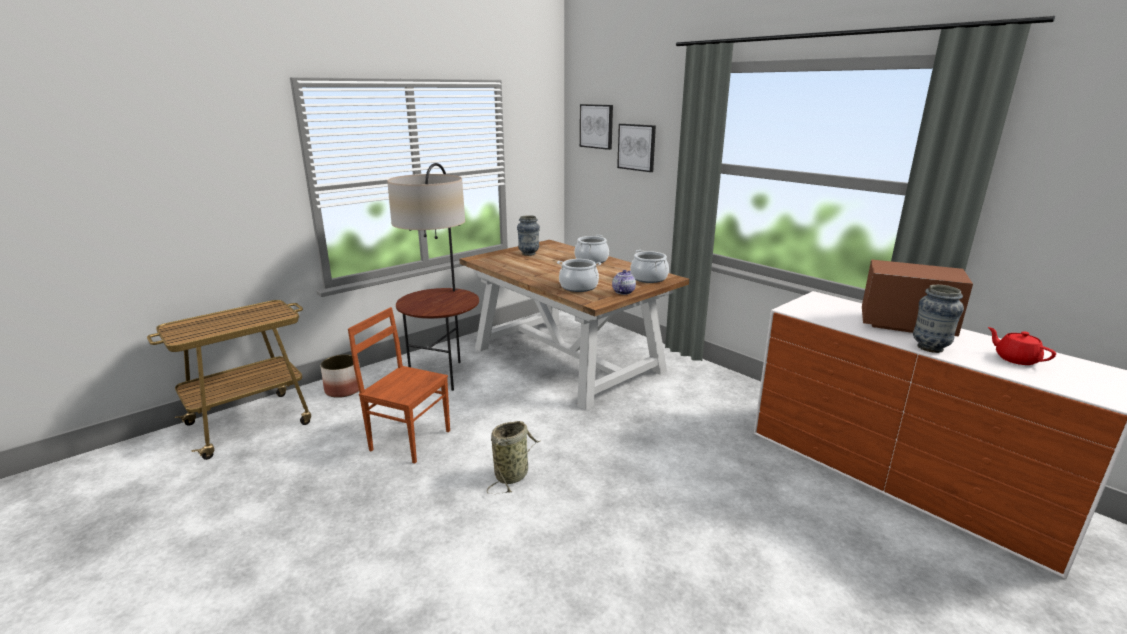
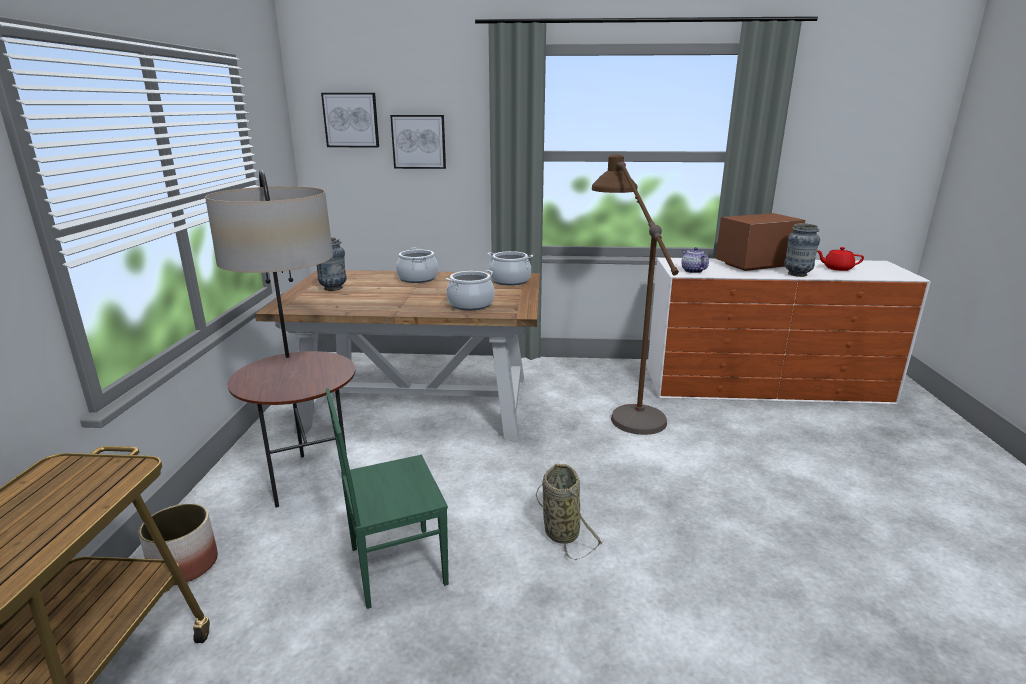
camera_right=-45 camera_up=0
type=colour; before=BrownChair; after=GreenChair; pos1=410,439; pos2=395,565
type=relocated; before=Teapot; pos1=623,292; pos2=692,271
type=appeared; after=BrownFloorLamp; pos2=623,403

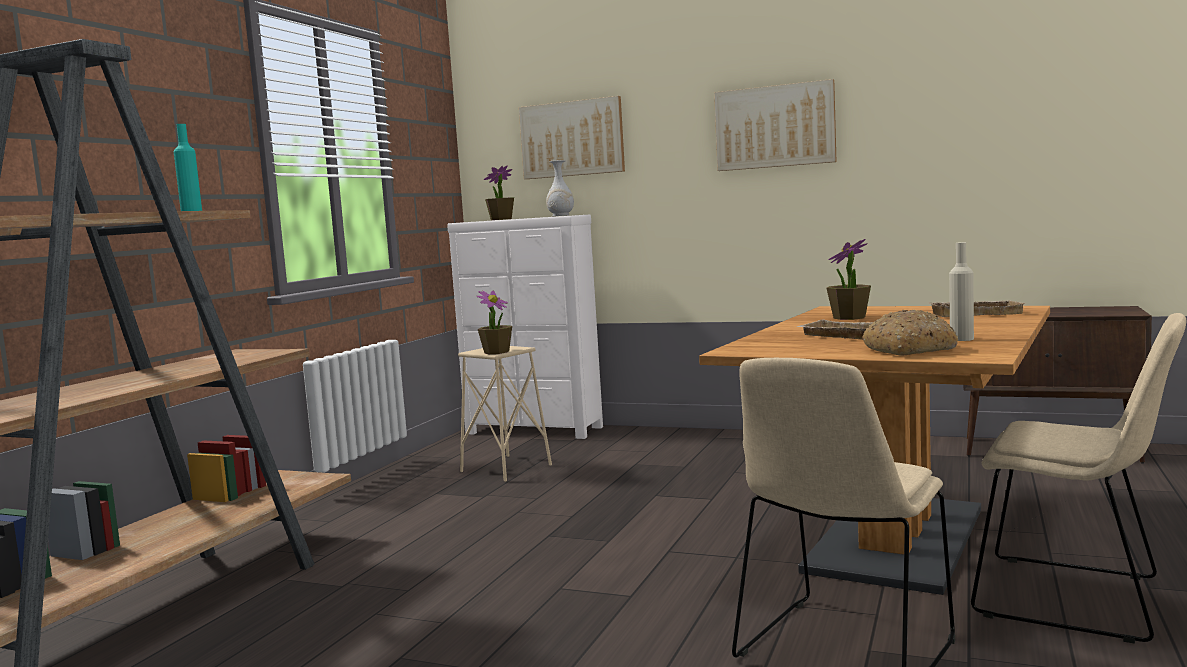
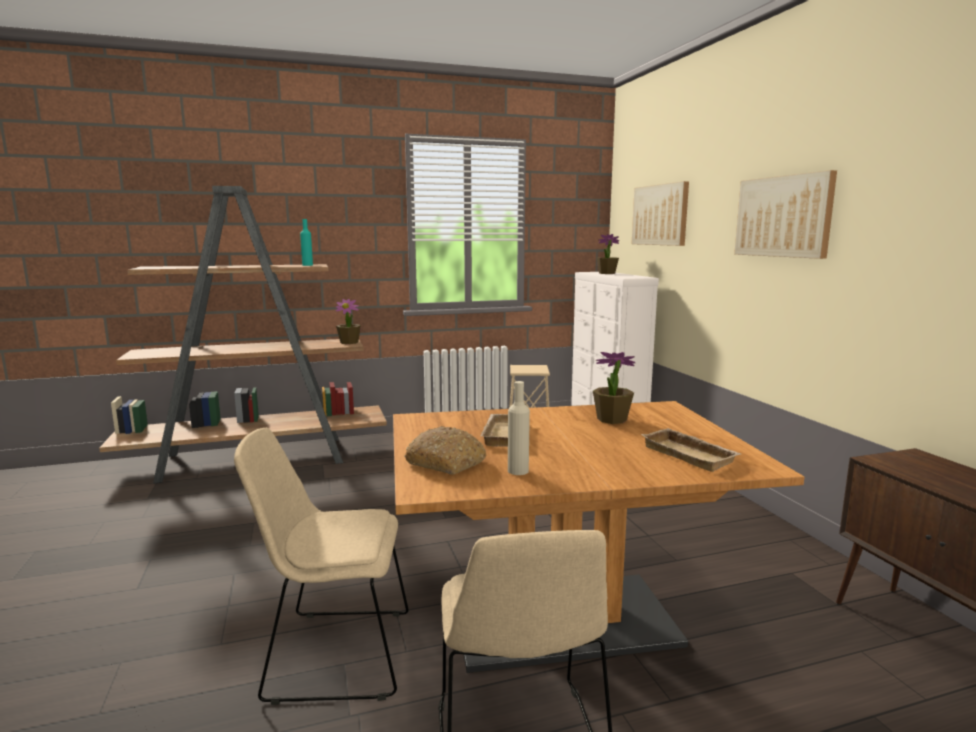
camera_right=50 camera_up=5
type=relocated; before=PottedPlant; pos1=496,352; pos2=349,342
type=missing; before=WhiteVase; pos1=561,215

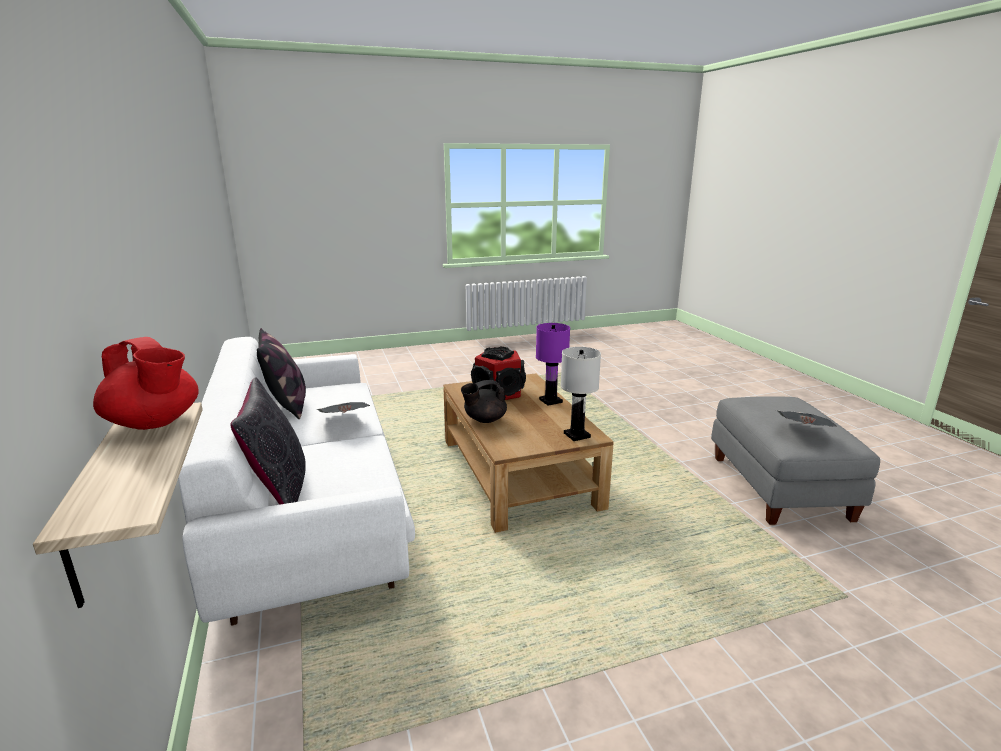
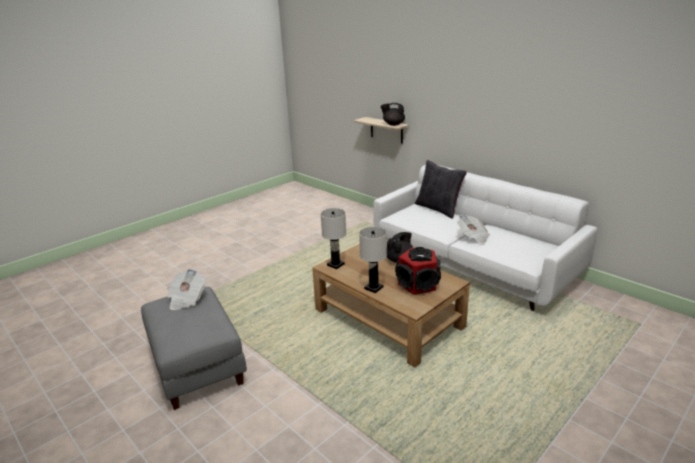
camera_right=155 camera_up=5
type=colour; before=RedTeapot; after=BlackTeapot; pos1=155,423; pos2=393,124
type=missing; before=Pillow; pos1=287,405
type=colour; before=PurpleTableLamp; after=WhiteTableLamp; pos1=550,400; pos2=373,288

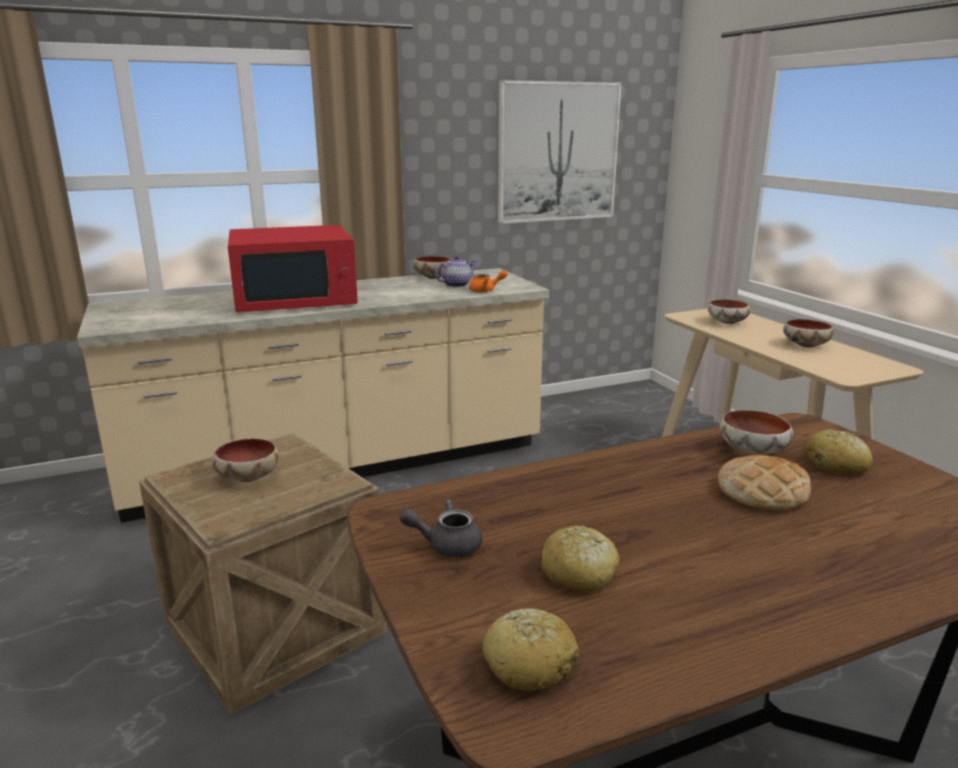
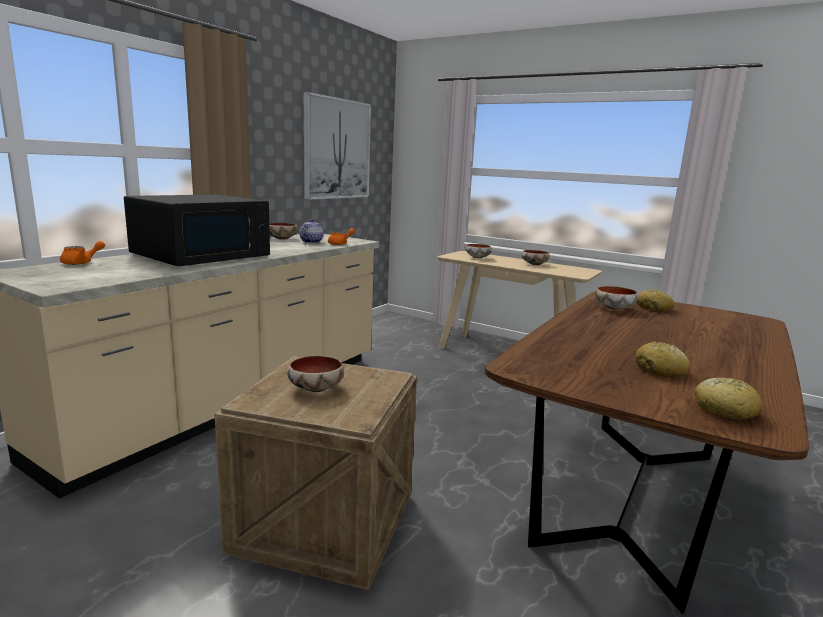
camera_right=-35 camera_up=-5
type=colour; before=RedMicrowave; after=BlackMicrowave; pos1=296,298; pos2=202,256
type=missing; before=GreyTeapot; pos1=446,545
type=missing; before=Bread; pos1=762,491
type=appeared; after=OrangeTeapot; pos2=81,263

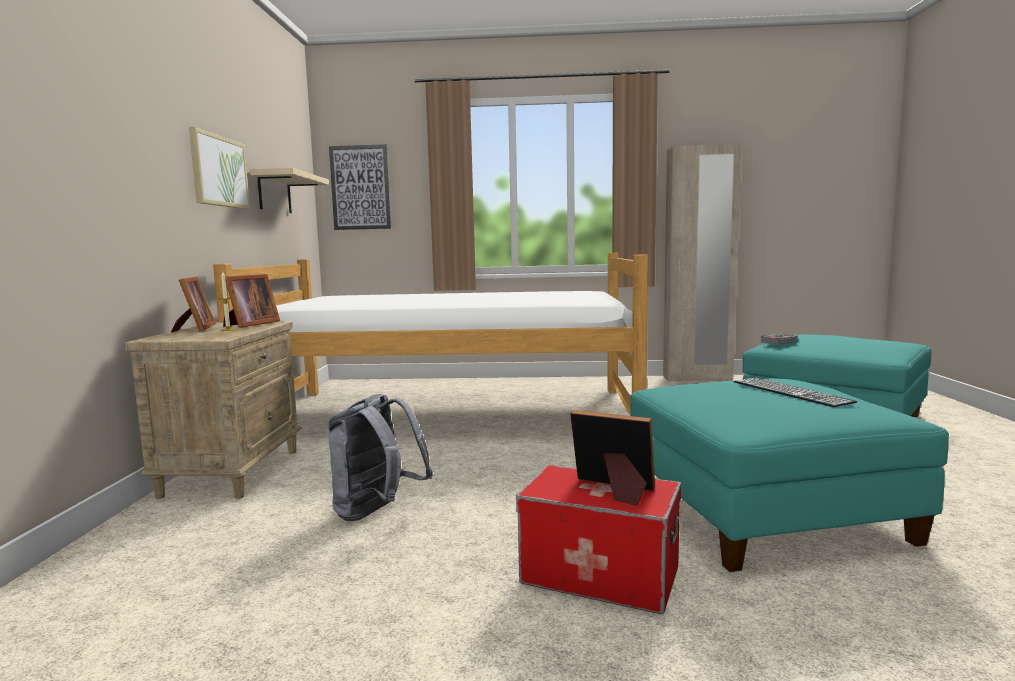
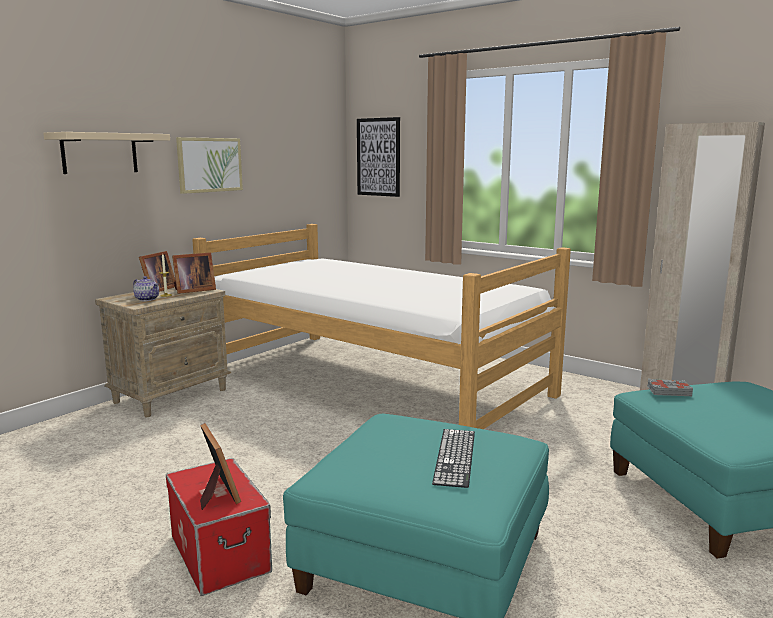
camera_right=35 camera_up=5
type=relocated; before=BeigeShelf; pos1=274,193; pos2=99,153
type=missing; before=GreyBackpack; pos1=377,512
type=appeared; after=Teapot; pos2=147,299

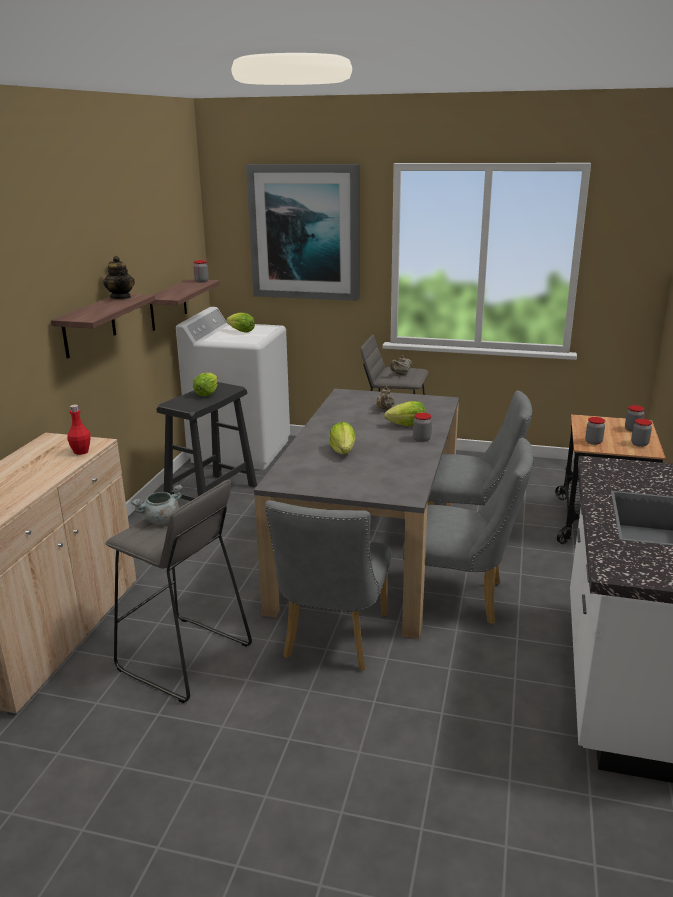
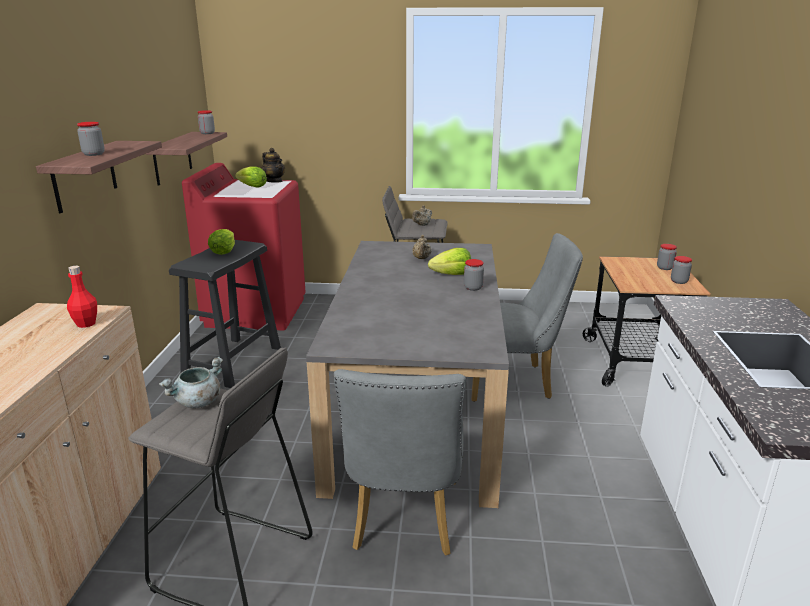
camera_right=-10 camera_up=0
type=relocated; before=Teapot; pos1=121,297; pos2=274,181
type=colour; before=WhiteWashingMachine; after=RedWashingMachine; pos1=241,450; pos2=256,311
type=missing; before=Picture; pos1=305,232
type=missing; before=Lettuce; pos1=343,452
type=missing; before=GreyChair; pos1=461,598
type=relocated; before=Jar; pos1=593,442; pos2=94,154

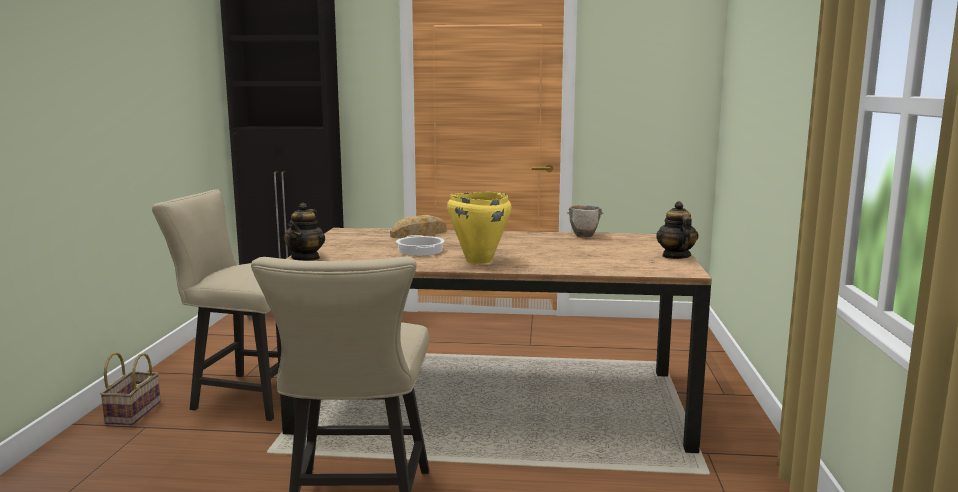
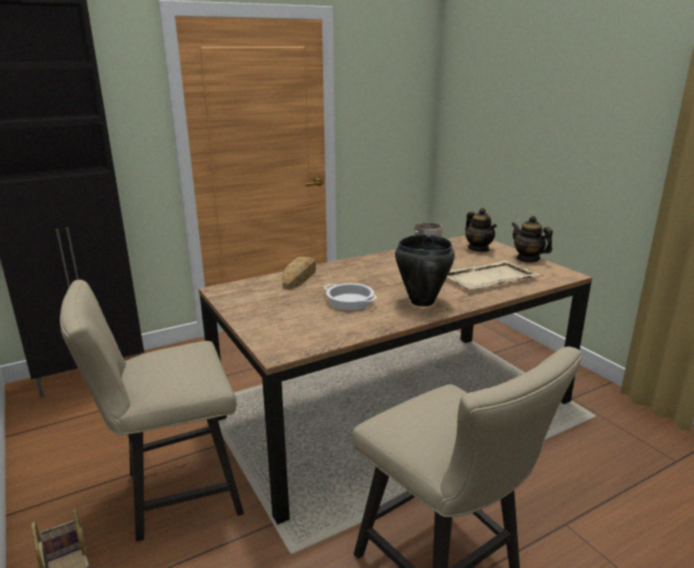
camera_right=-35 camera_up=10
type=relocated; before=Teapot; pos1=306,258; pos2=478,249
type=colour; before=YellowCookingPot; after=BlackCookingPot; pos1=478,261; pos2=421,302
type=appeared; after=BeigeTray; pos2=487,278

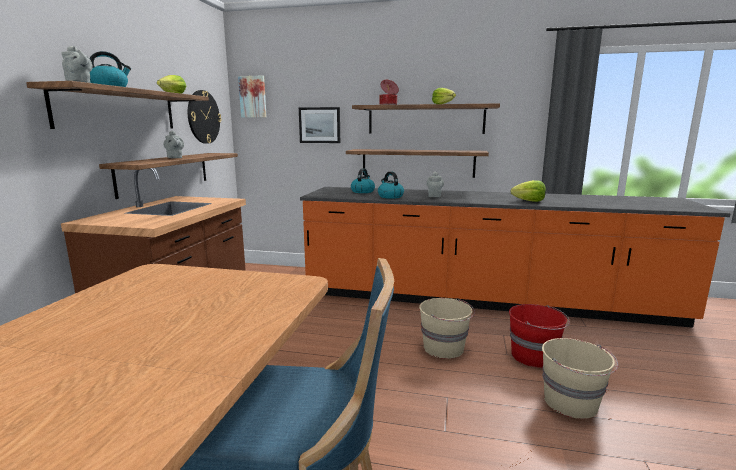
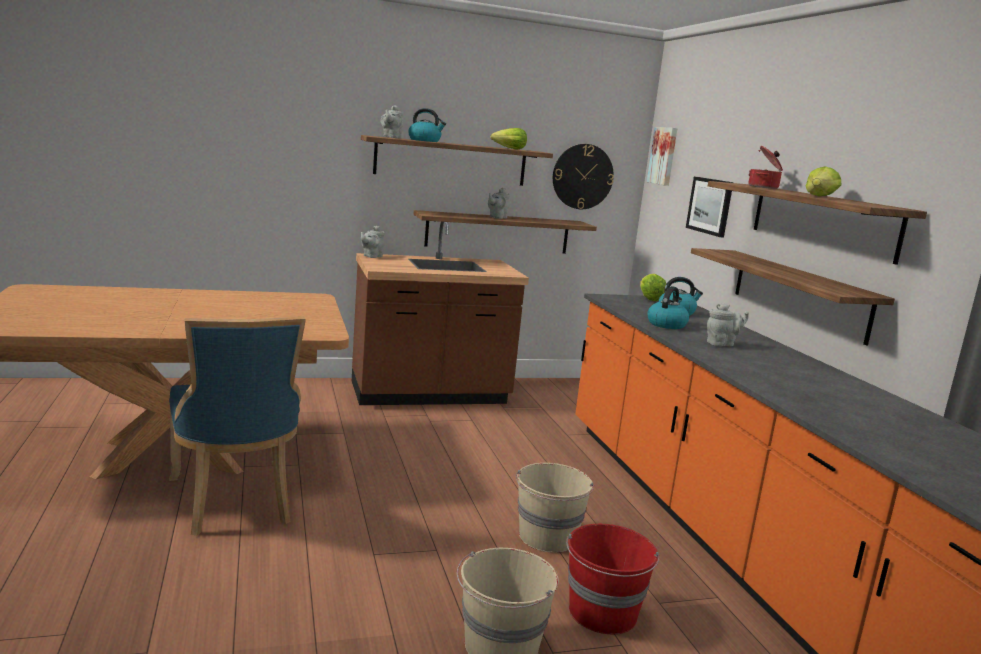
camera_right=60 camera_up=0
type=relocated; before=Lettuce; pos1=529,201; pos2=649,299
type=appeared; after=GreyTeapot; pos2=371,256

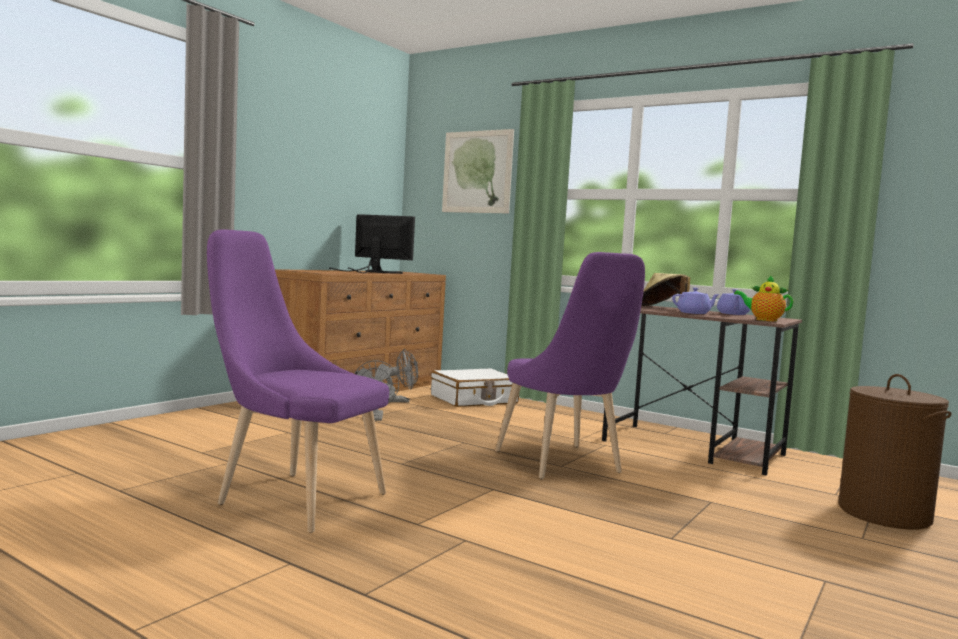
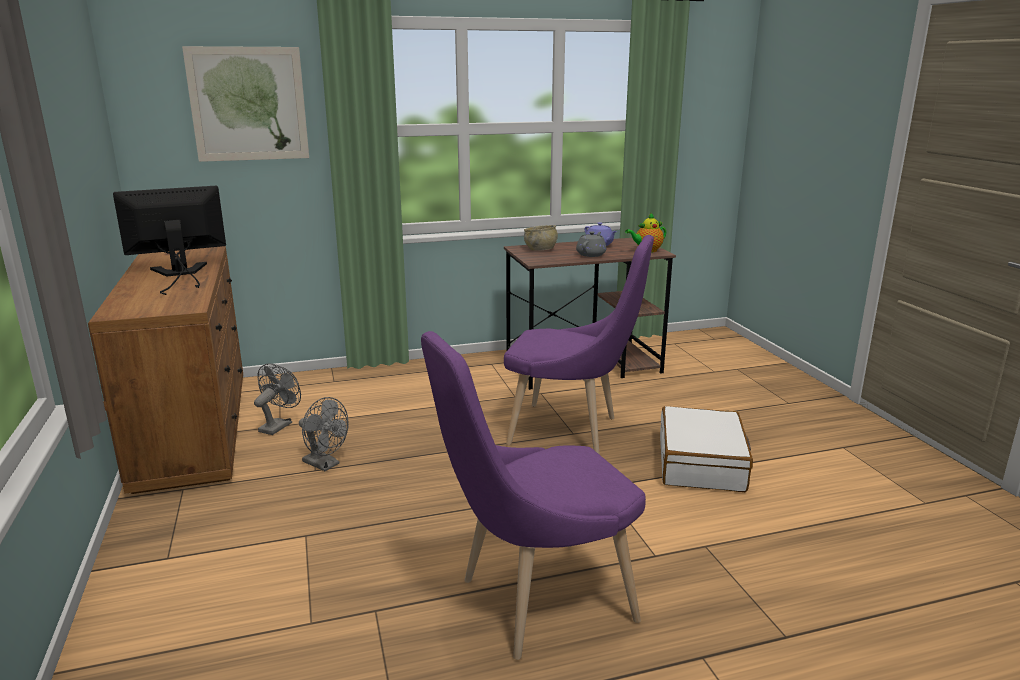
camera_right=-50 camera_up=15
type=relocated; before=WhiteSuitcase; pos1=474,400; pos2=701,463
type=exchanged; before=BeigeHat; after=BeigeBowl; pos1=662,307; pos2=540,249
type=colour; before=PurpleTeapot; after=GreyTeapot; pos1=694,313; pos2=591,254
type=missing; before=BrownLaundryBasket; pos1=885,514

